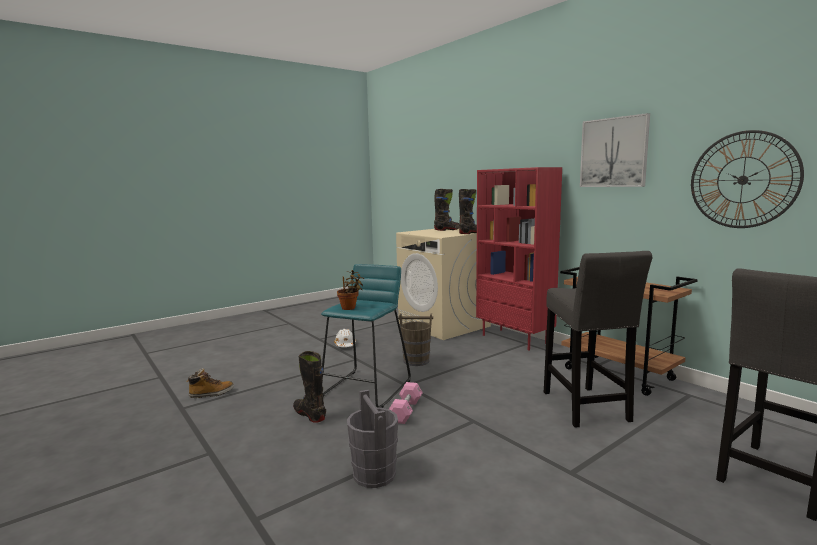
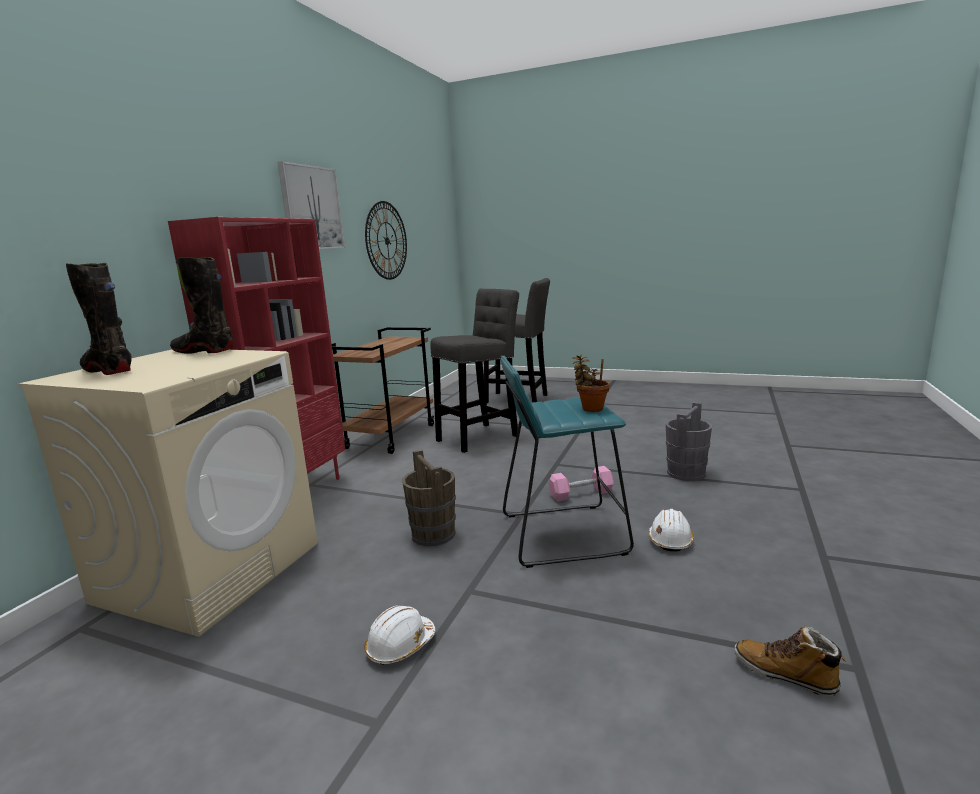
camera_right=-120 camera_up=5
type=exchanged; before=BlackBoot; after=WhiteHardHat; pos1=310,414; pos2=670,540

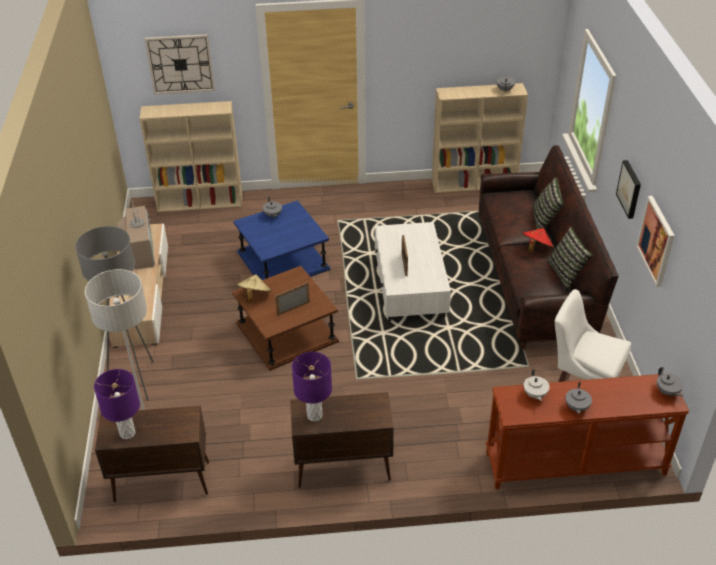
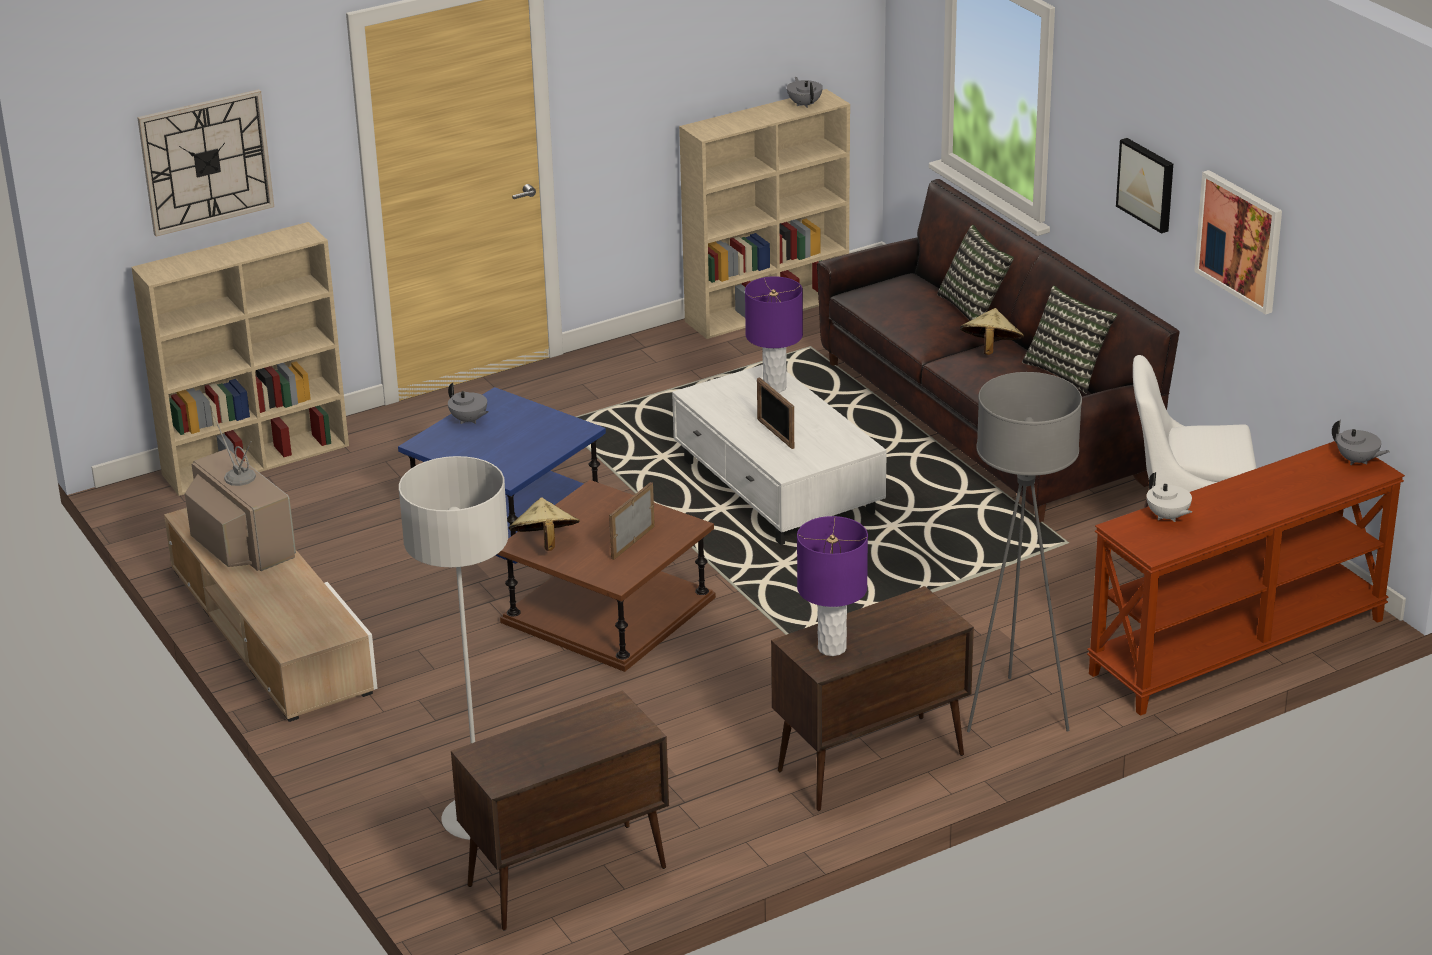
camera_right=-25 camera_up=-10
type=relocated; before=GreyFloorLamp; pos1=136,381; pos2=1015,712
type=relocated; before=PurpleTableLamp; pos1=127,433; pos2=775,387
type=colour; before=RedHat; after=BeigeHat; pos1=536,248; pos2=990,350
type=missing; before=GreyTeapot; pos1=576,407

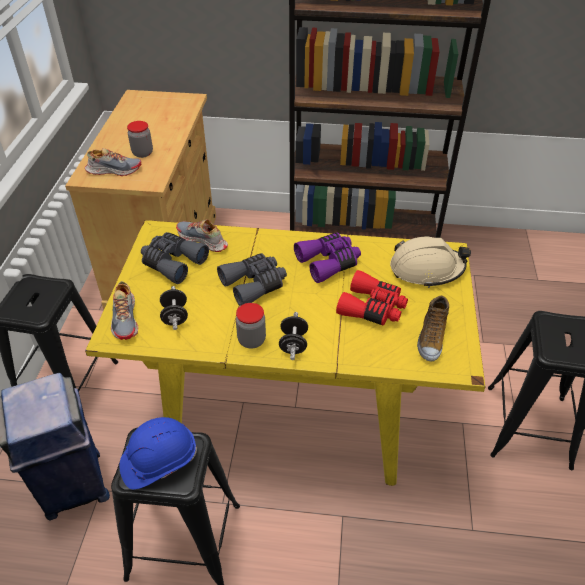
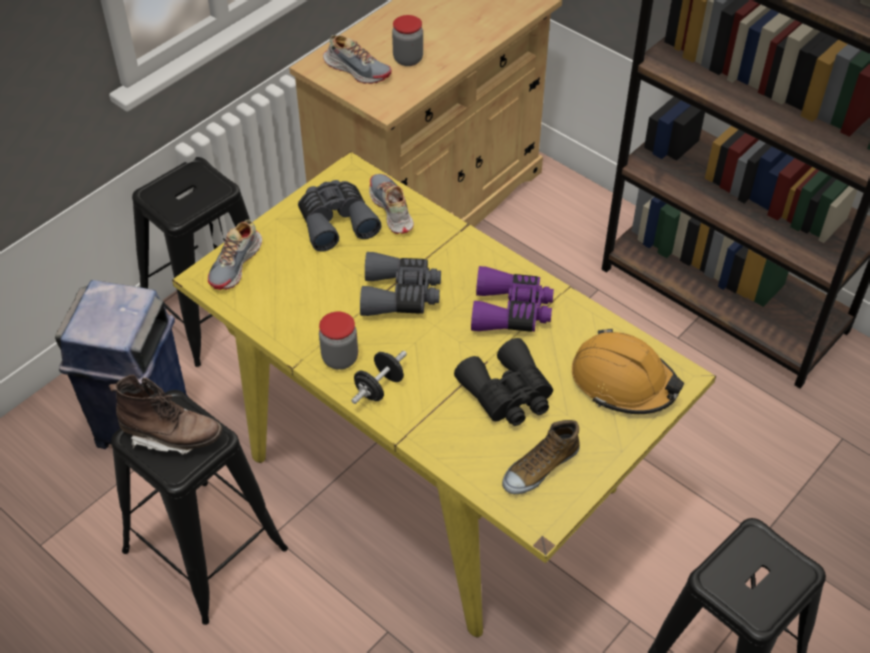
camera_right=35 camera_up=5
type=exchanged; before=BlueHardHat; after=BrownBoot; pos1=159,460; pos2=171,436
type=missing; before=BlackDumbbell; pos1=175,316
type=colour; before=RedBinoculars; after=BlackBinoculars; pos1=372,308; pos2=508,394
type=colour; before=BeigeHardHat; after=OrangeHardHat; pos1=426,269; pos2=623,382

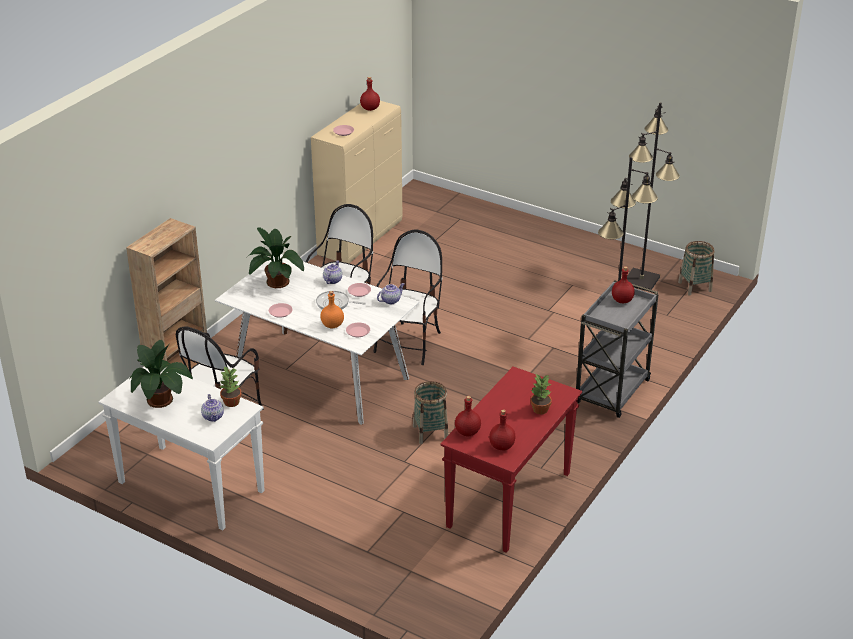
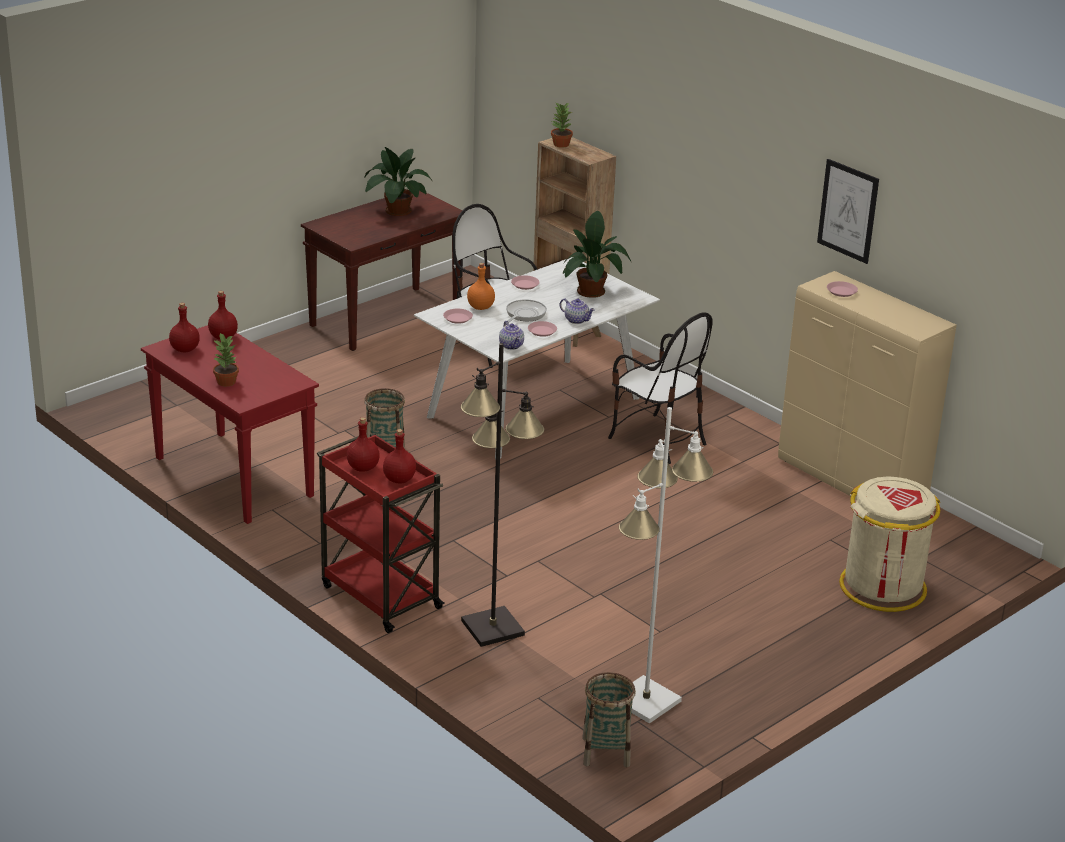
camera_right=105 camera_up=-5
type=colour; before=WhiteConsoleTable; after=BrownConsoleTable; pos1=189,487; pos2=385,318
type=missing; before=Teapot; pos1=213,417
type=relocated; before=PottedPlant; pos1=231,402; pos2=560,144
type=relocated; before=RedBottle; pos1=370,108; pos2=363,468
type=missing; before=Chair; pos1=409,344
type=colour; before=GreyCart; after=RedCart; pos1=612,393; pos2=379,595
type=colour; before=BlackFloorLamp; after=WhiteFloorLamp; pos1=642,280; pos2=646,701
type=appeared; after=Picture; pos2=848,211
type=appeared; after=BeigeTrashCan; pos2=882,587

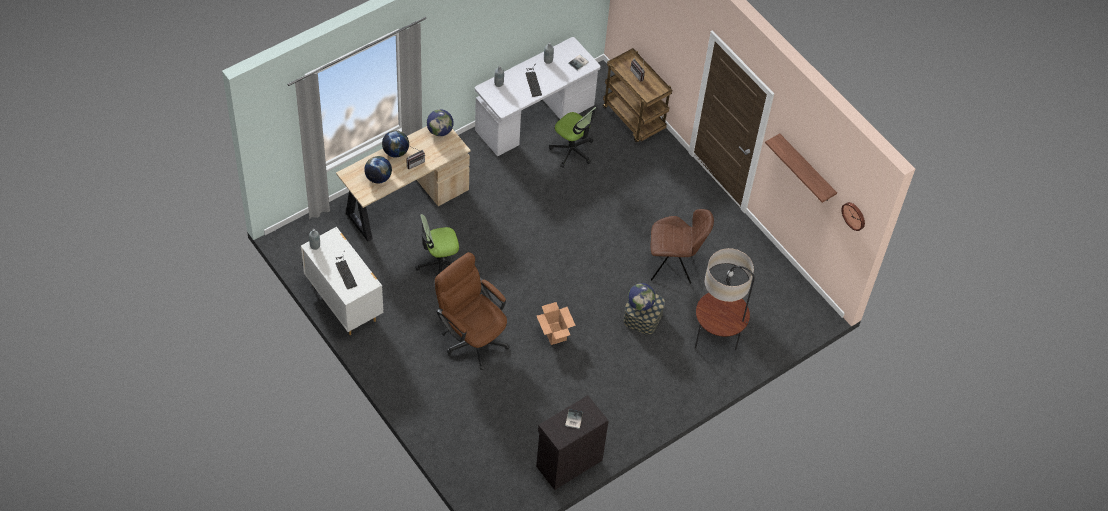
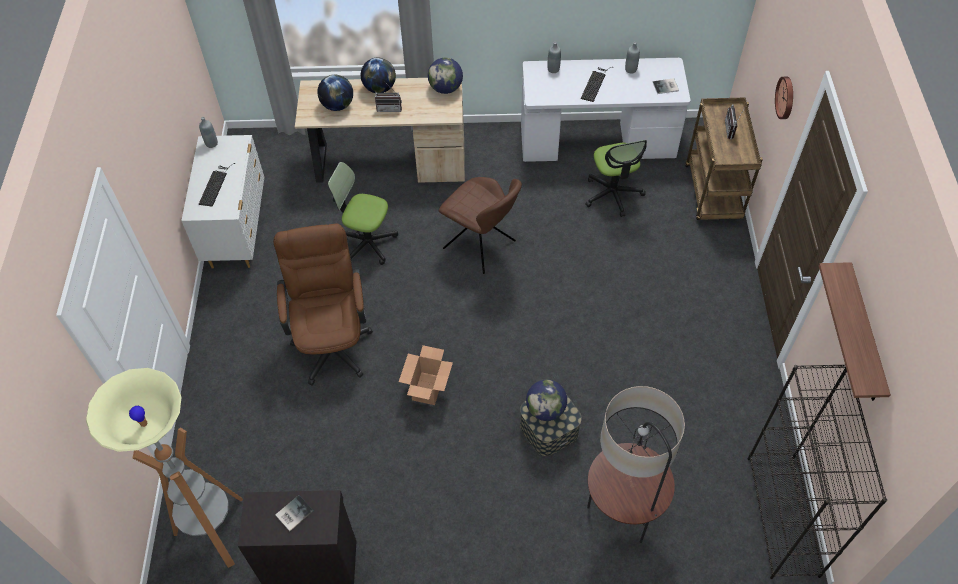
camera_right=40 camera_up=0
type=relocated; before=BrownChair; pos1=673,265; pos2=481,246
type=relocated; before=WallClock; pos1=854,215; pos2=786,97
type=appeared; after=FloorLamp; pos2=215,531
type=appeared; after=BlackBookcase; pos2=783,516

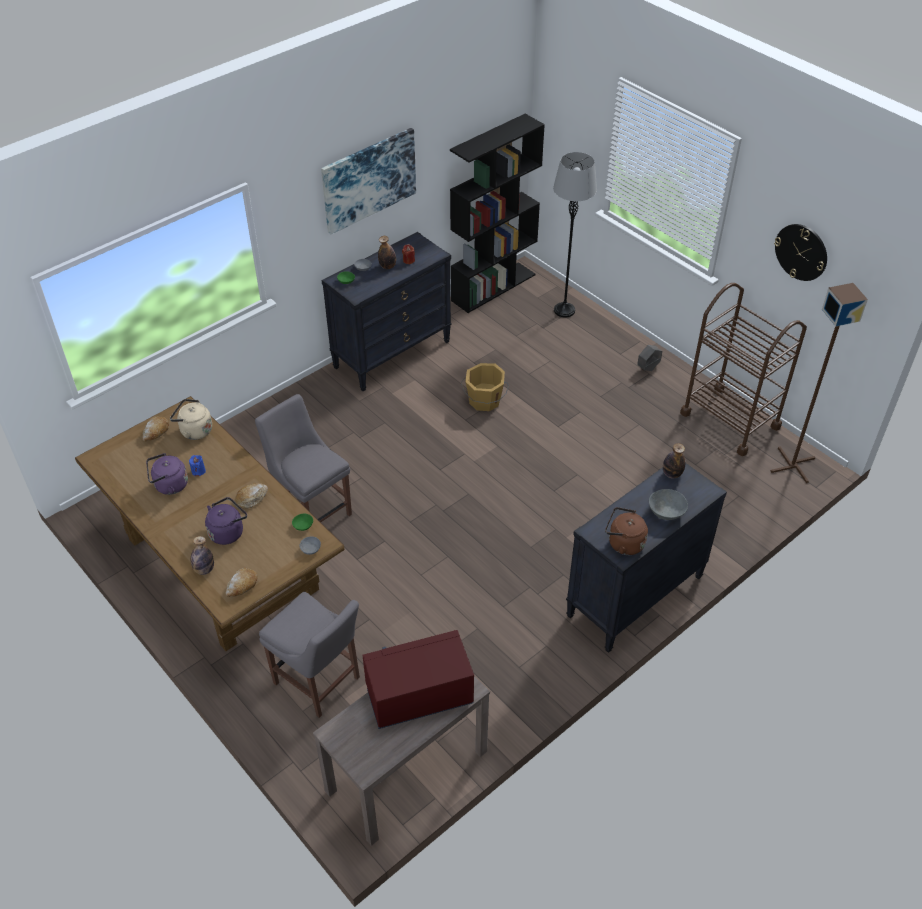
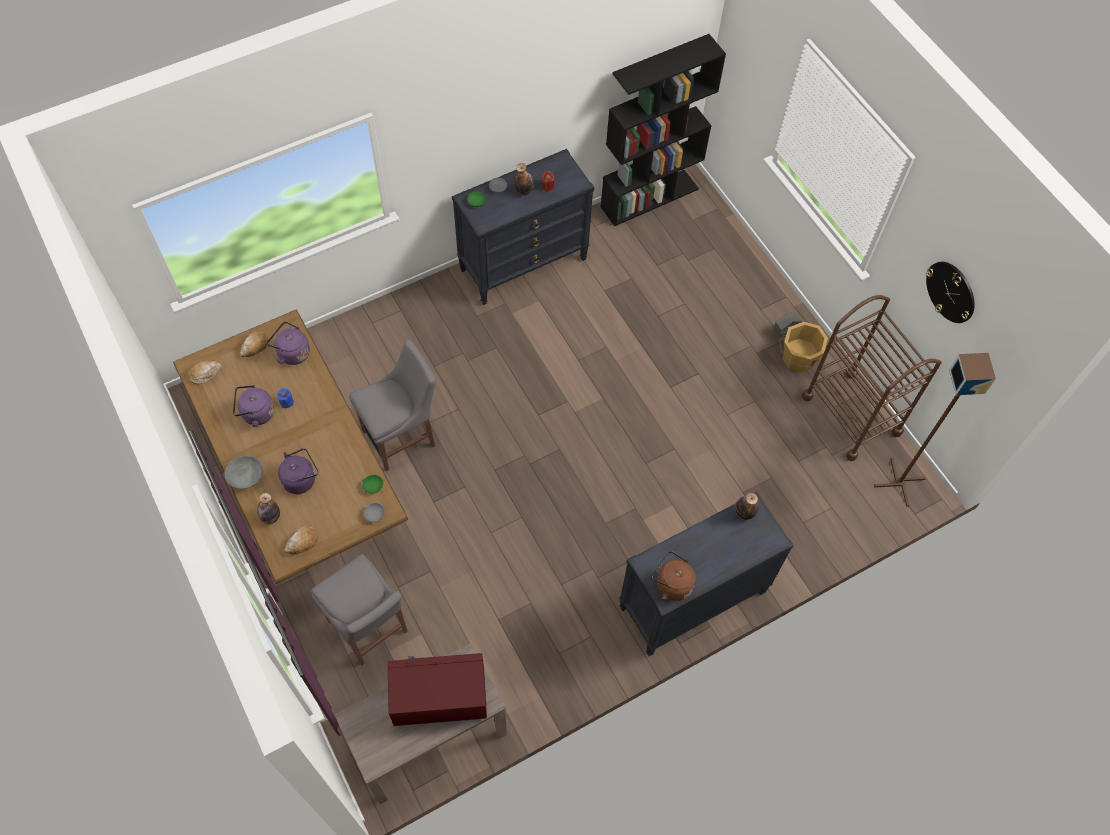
camera_right=10 camera_up=15
type=colour; before=BeigeKettle; after=PurpleKettle; pos1=194,430; pos2=292,352
type=relocated; before=Bread; pos1=251,498; pos2=205,373
type=spun; before=GreyChair; pos1=312,510; pos2=402,437; turn=90
type=missing; before=Picture; pos1=369,180
type=relocated; before=OrangeBucket; pos1=484,401; pos2=798,358
type=missing; before=GreyFloorLamp; pos1=564,310
type=relocated; before=GreyBowl; pos1=666,512; pos2=246,478

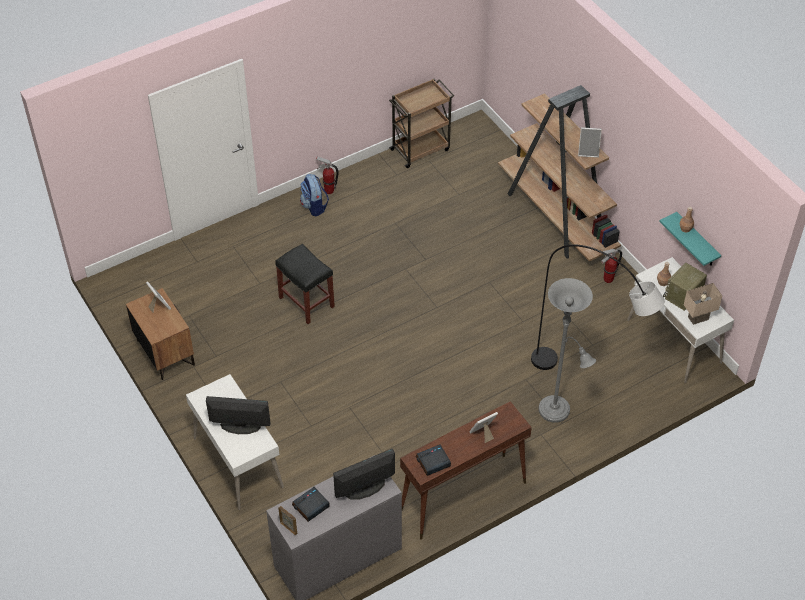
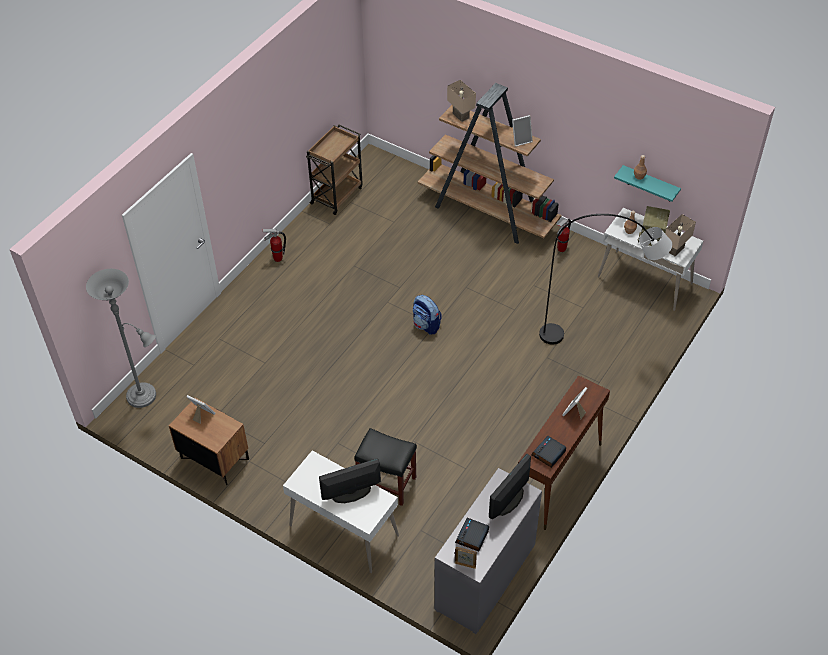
camera_right=-25 camera_up=0
type=relocated; before=BlackStool; pos1=307,302; pos2=387,483
type=relocated; before=Backpack; pos1=314,206; pos2=426,325
type=relocated; before=GreyFloorLamp; pos1=557,412; pos2=145,397
type=appeared; after=BeigeTableLamp; pos2=460,116

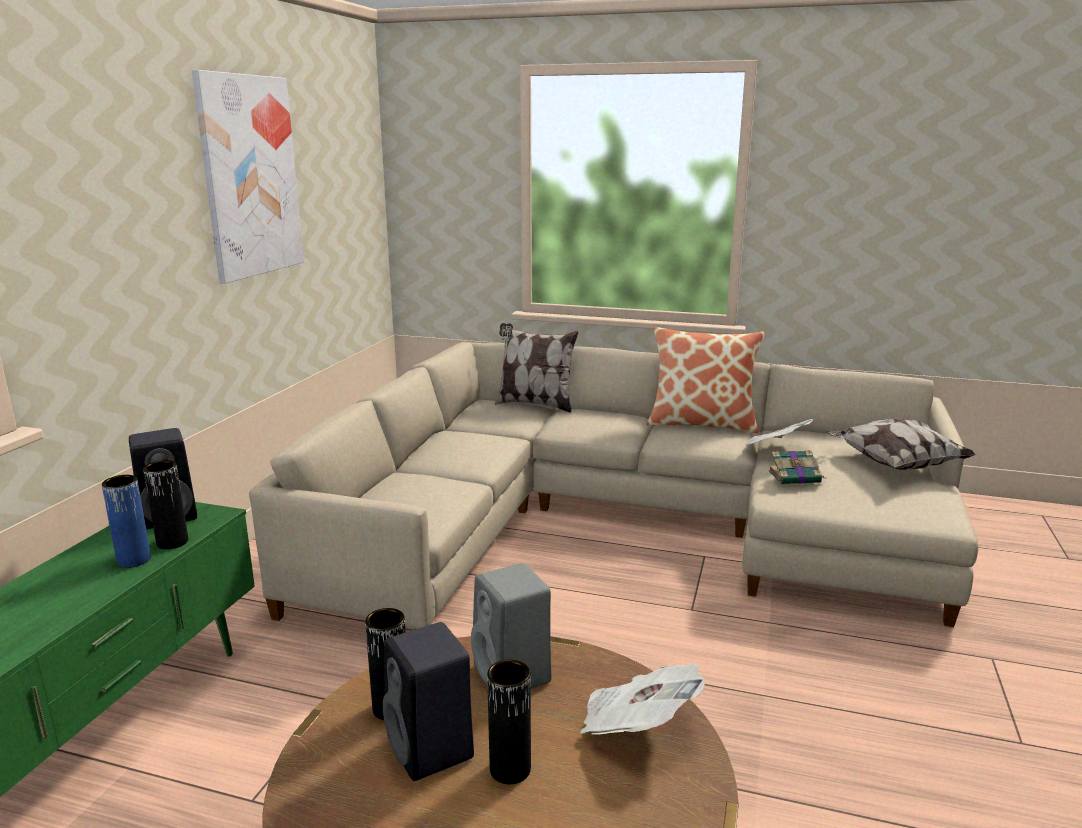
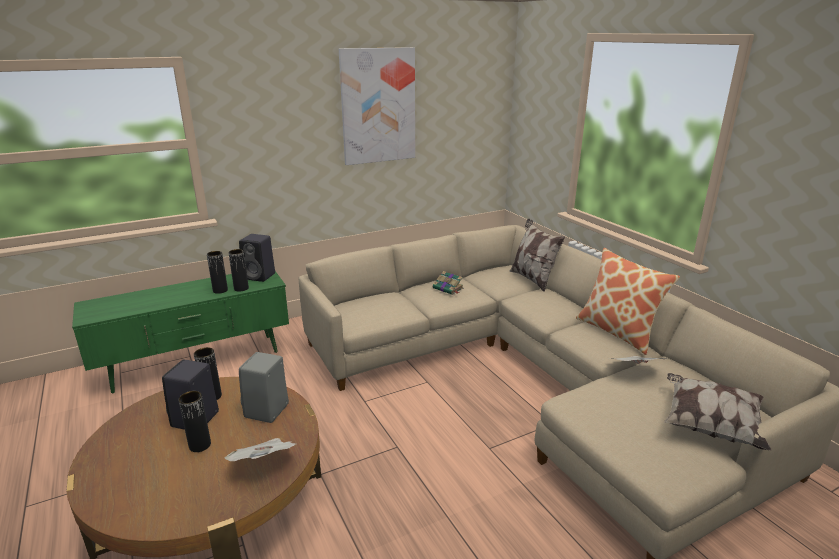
camera_right=45 camera_up=5
type=colour; before=BlueVase; after=BlackVase; pos1=134,560; pos2=220,290
type=relocated; before=Book; pos1=795,477; pos2=448,288

